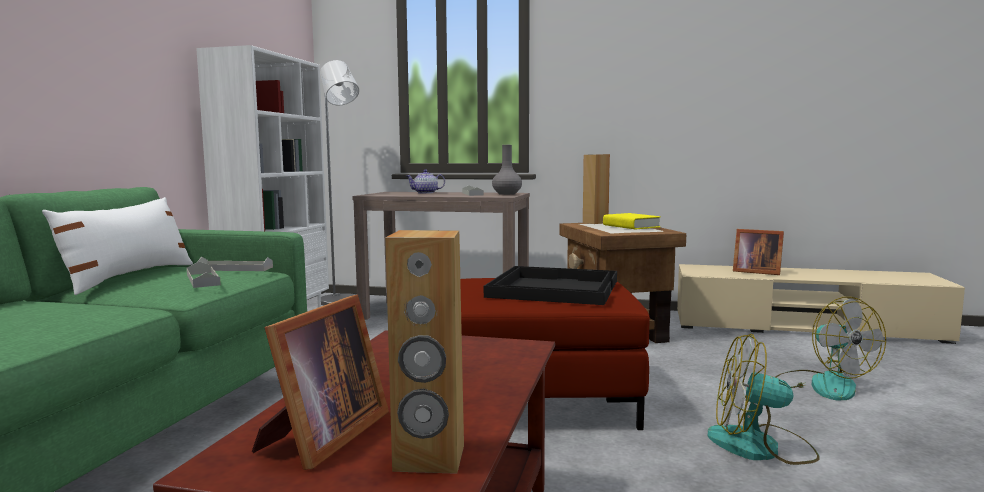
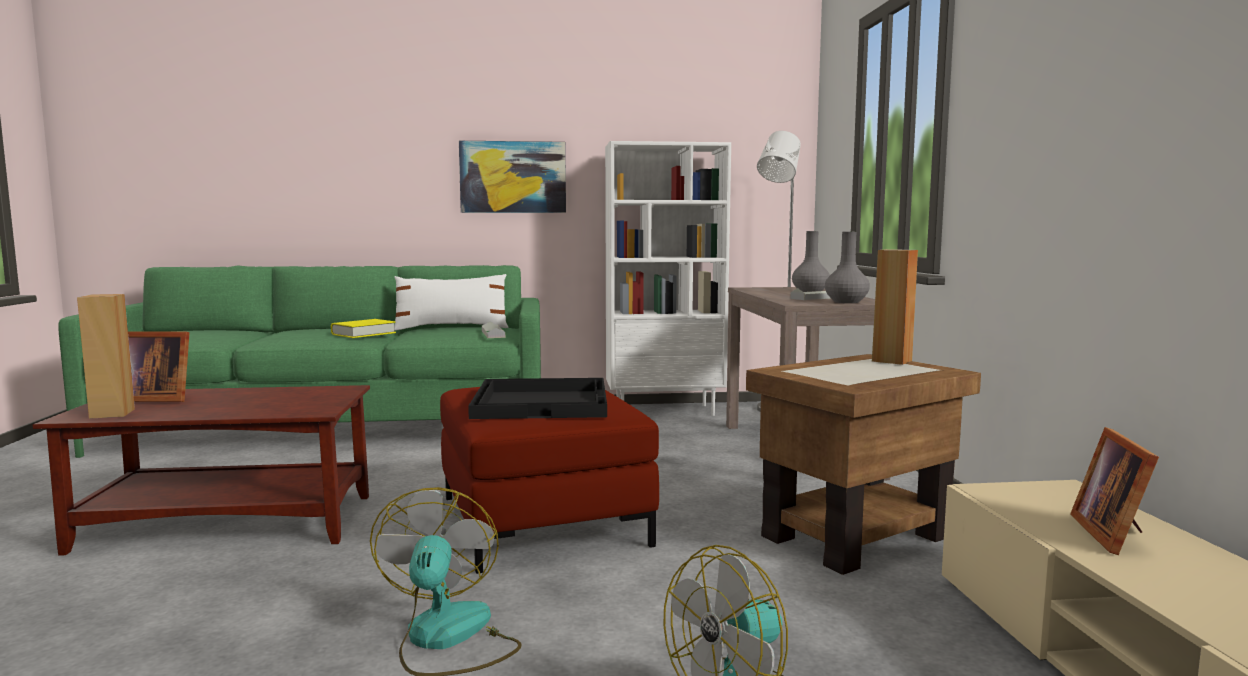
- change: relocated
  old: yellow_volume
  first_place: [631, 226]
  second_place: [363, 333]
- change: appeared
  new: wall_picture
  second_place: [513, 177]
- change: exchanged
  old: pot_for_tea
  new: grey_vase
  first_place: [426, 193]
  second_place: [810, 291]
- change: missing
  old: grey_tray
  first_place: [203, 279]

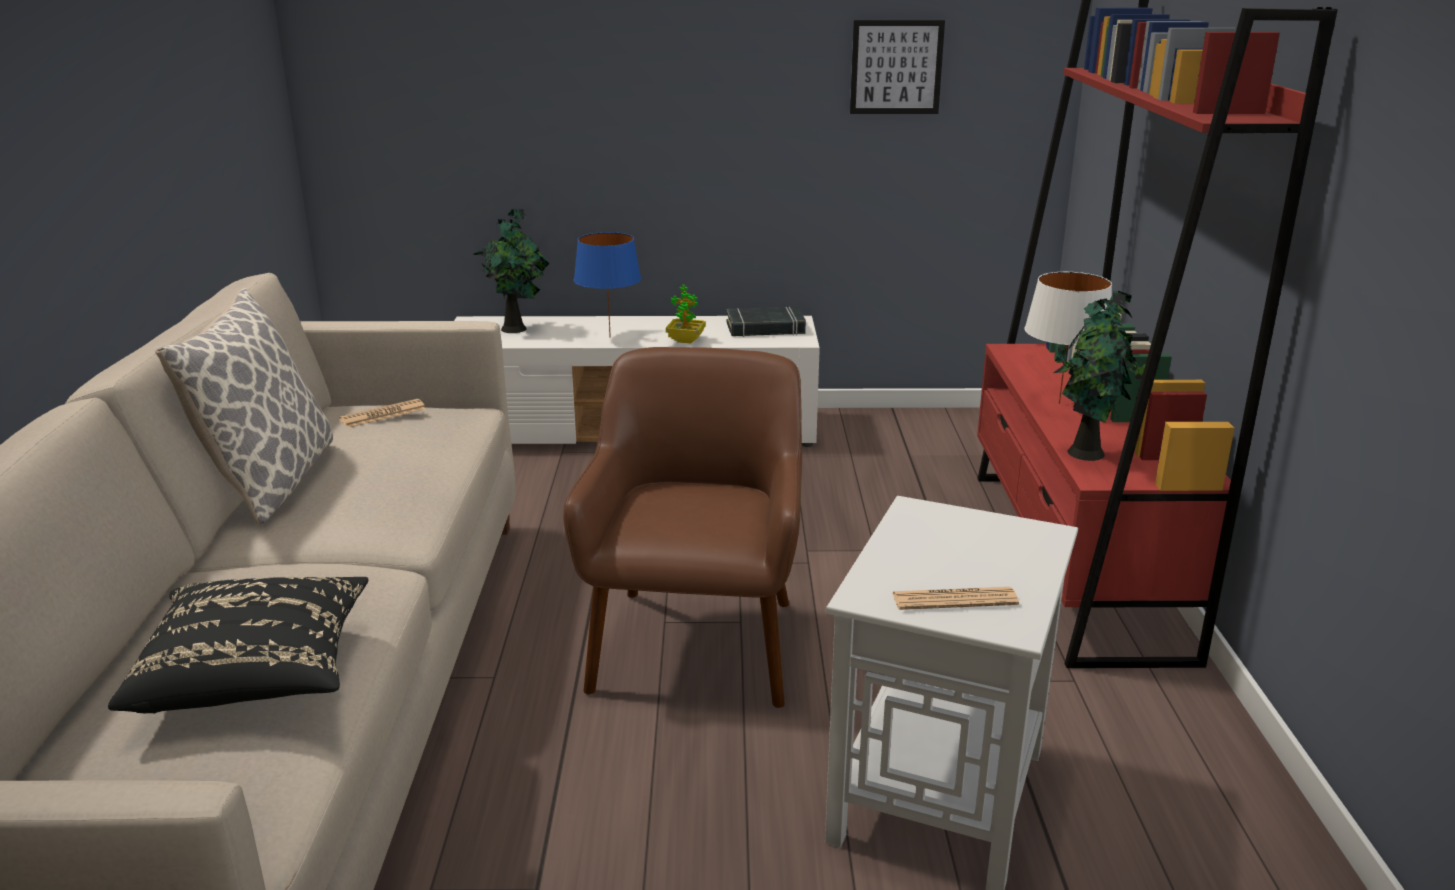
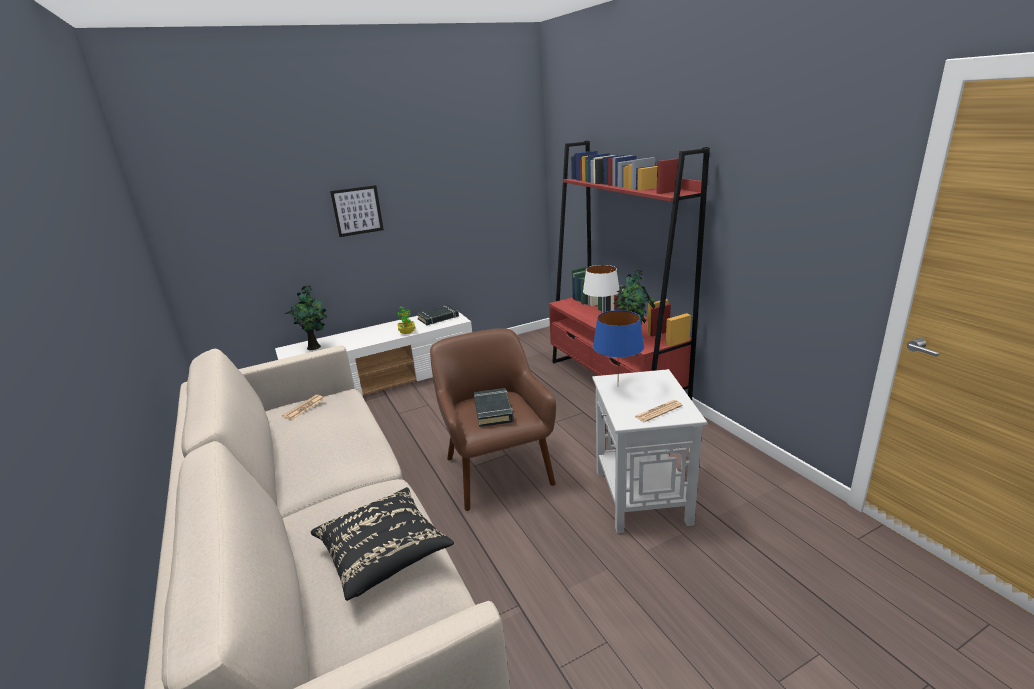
- change: relocated
  old: wall_picture
  first_place: [896, 67]
  second_place: [357, 211]
- change: appeared
  new: black-coloured_volume
  second_place: [493, 411]
- change: relocated
  old: blue_lamp_for_a_table
  first_place: [609, 337]
  second_place: [617, 386]
- change: missing
  old: pillow
  first_place: [270, 482]

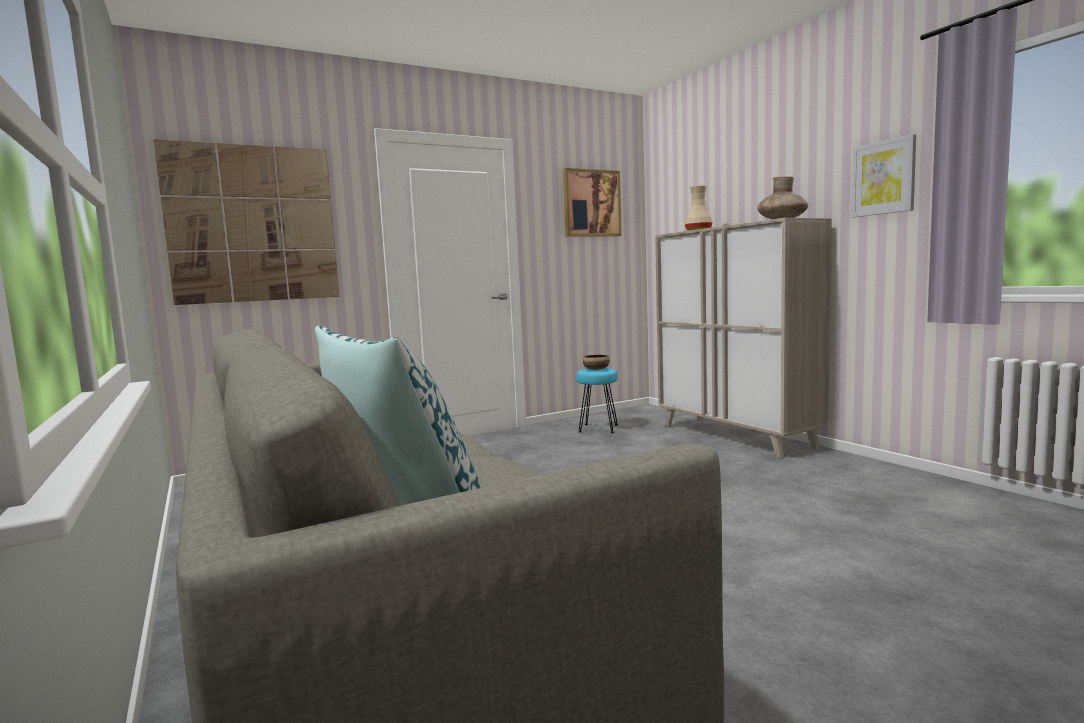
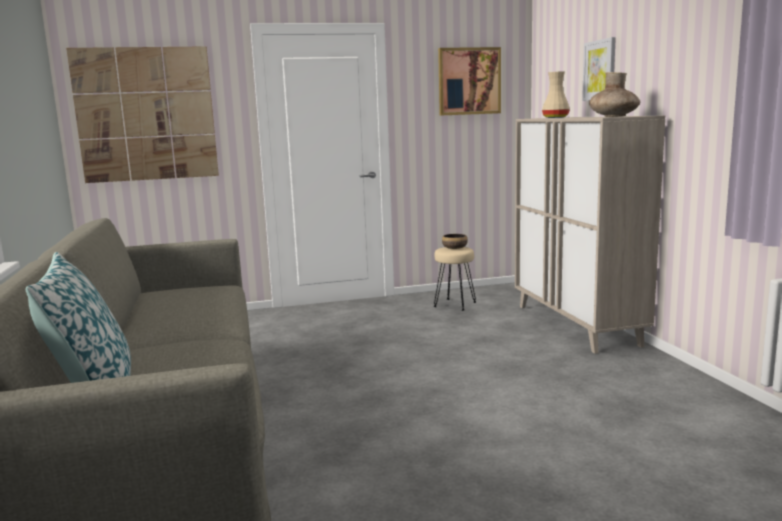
- change: colour
  old: turquoise-coloured_stool
  new: beige_stool
  first_place: [598, 429]
  second_place: [454, 305]
- change: relocated
  old: wall_picture
  first_place: [883, 178]
  second_place: [600, 70]

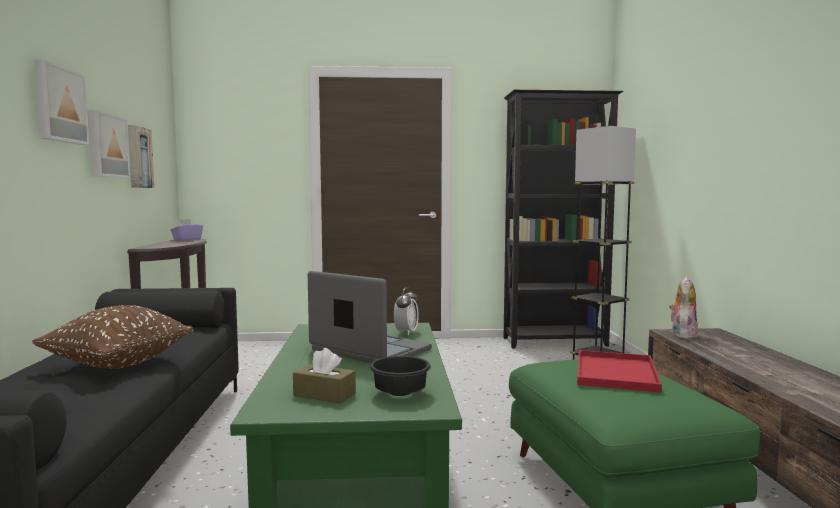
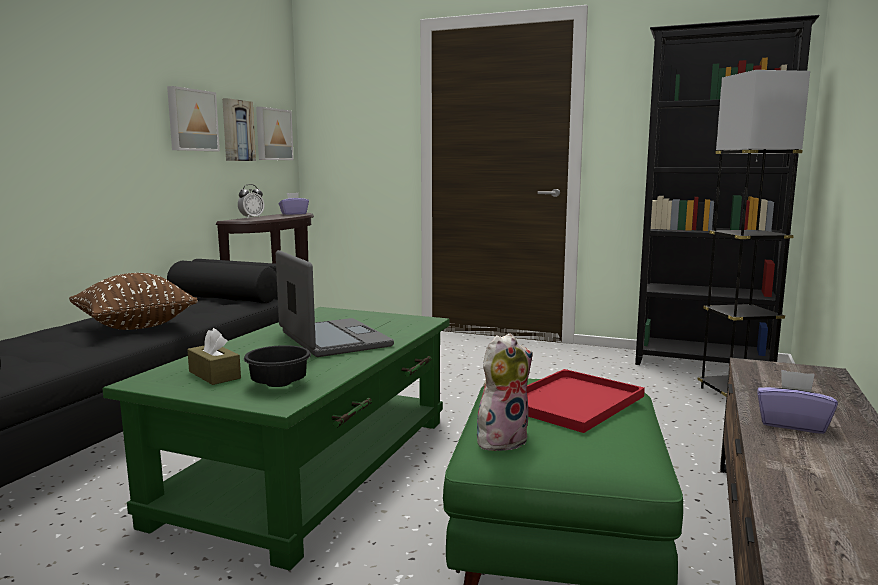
- change: relocated
  old: alarm_clock
  first_place: [406, 332]
  second_place: [251, 218]
- change: relocated
  old: wall_picture
  first_place: [58, 105]
  second_place: [272, 134]
- change: relocated
  old: cuddly_toy
  first_place: [682, 335]
  second_place: [501, 440]
- change: appeared
  new: purple-coloured_tissue_box
  second_place: [792, 424]

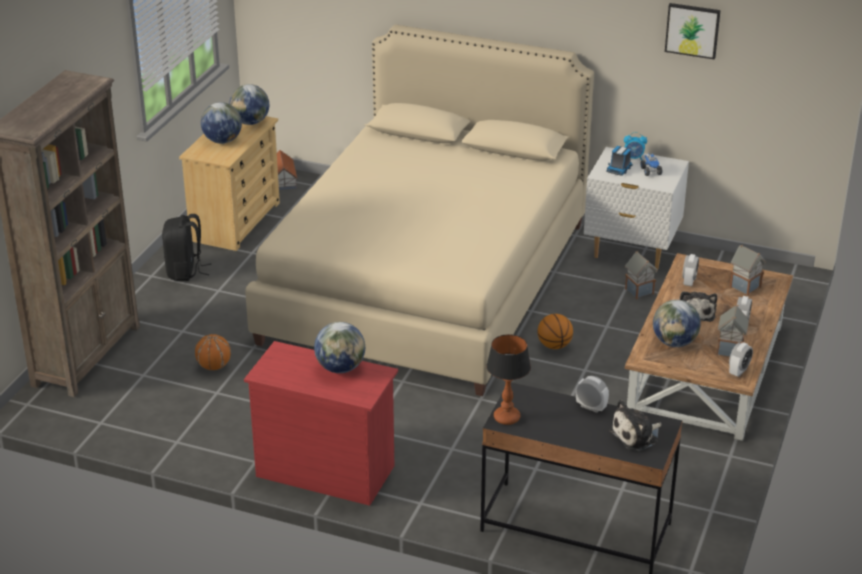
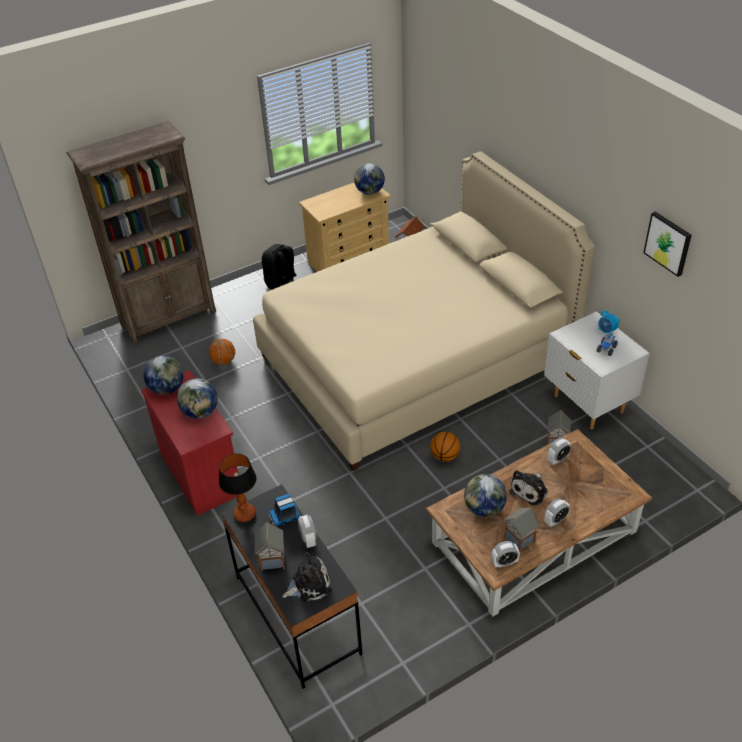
- change: relocated
  old: world_globe
  first_place: [222, 141]
  second_place: [167, 389]
- change: relocated
  old: toy_house
  first_place: [744, 286]
  second_place: [272, 559]
- change: relocated
  old: toy_truck
  first_place: [619, 169]
  second_place: [285, 516]
- change: spun
  old: cuddly_toy
  first_place: [636, 436]
  second_place: [309, 584]
  degrees: 150

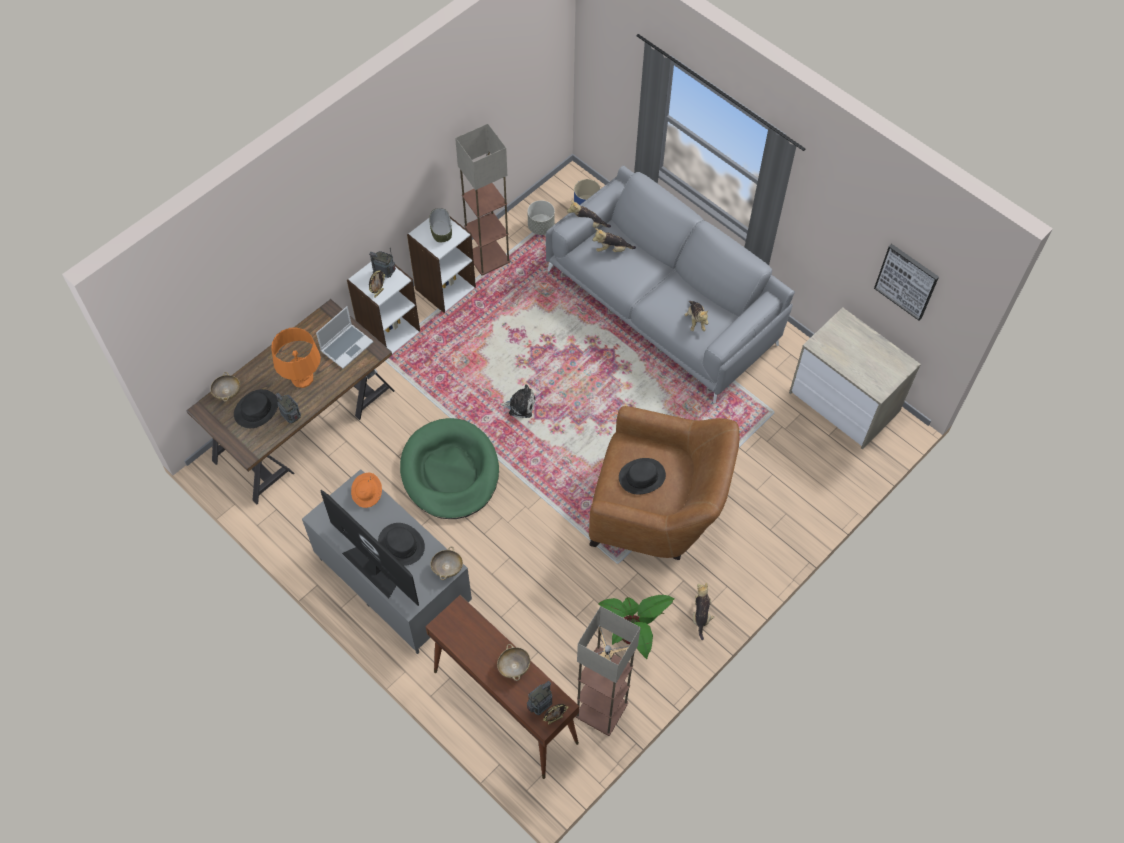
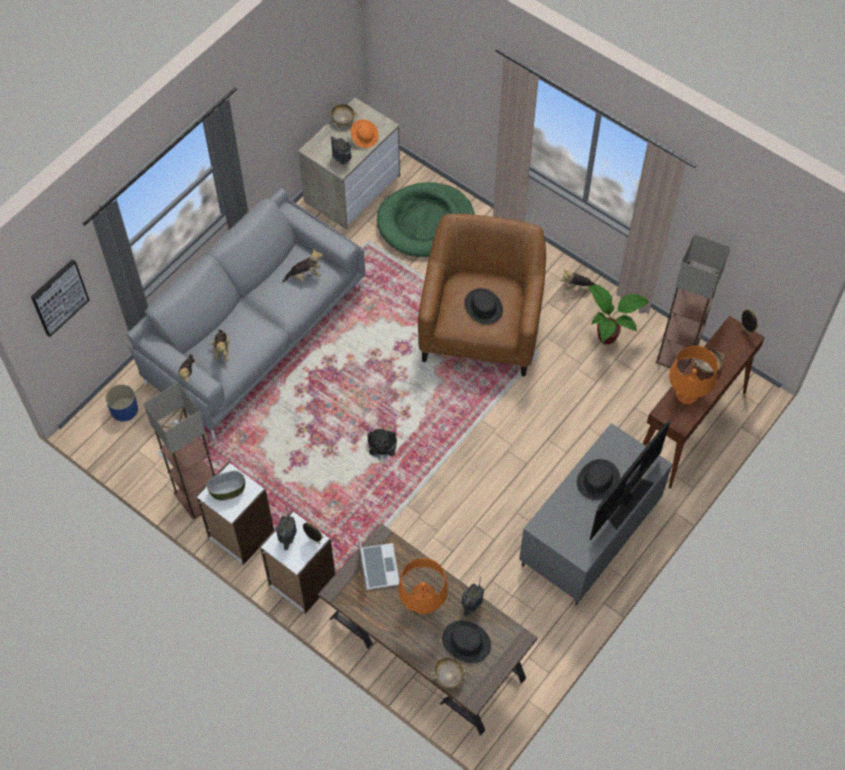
- change: relocated
  old: wall_picture
  first_place: [907, 281]
  second_place: [59, 297]
- change: relocated
  old: beige_bowl
  first_place: [447, 568]
  second_place: [343, 120]
- change: relocated
  old: radio_set
  first_place: [540, 706]
  second_place: [342, 160]
- change: relocated
  old: orange-coloured_wearable_hat
  first_place: [367, 494]
  second_place: [364, 138]
- change: spun
  old: laptop
  first_place: [347, 346]
  second_place: [378, 566]
  degrees: 45
- change: relocated
  old: green-coloured_dog_bed
  first_place: [450, 471]
  second_place: [425, 222]
- change: appeared
  new: orange-coloured_lamp_for_a_table
  second_place: [687, 394]
- change: missing
  old: grey_planter
  first_place: [541, 226]

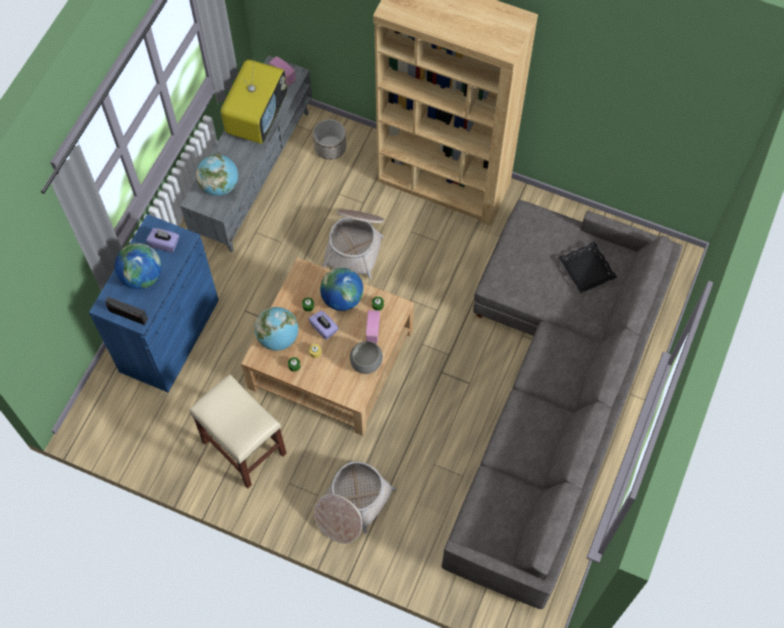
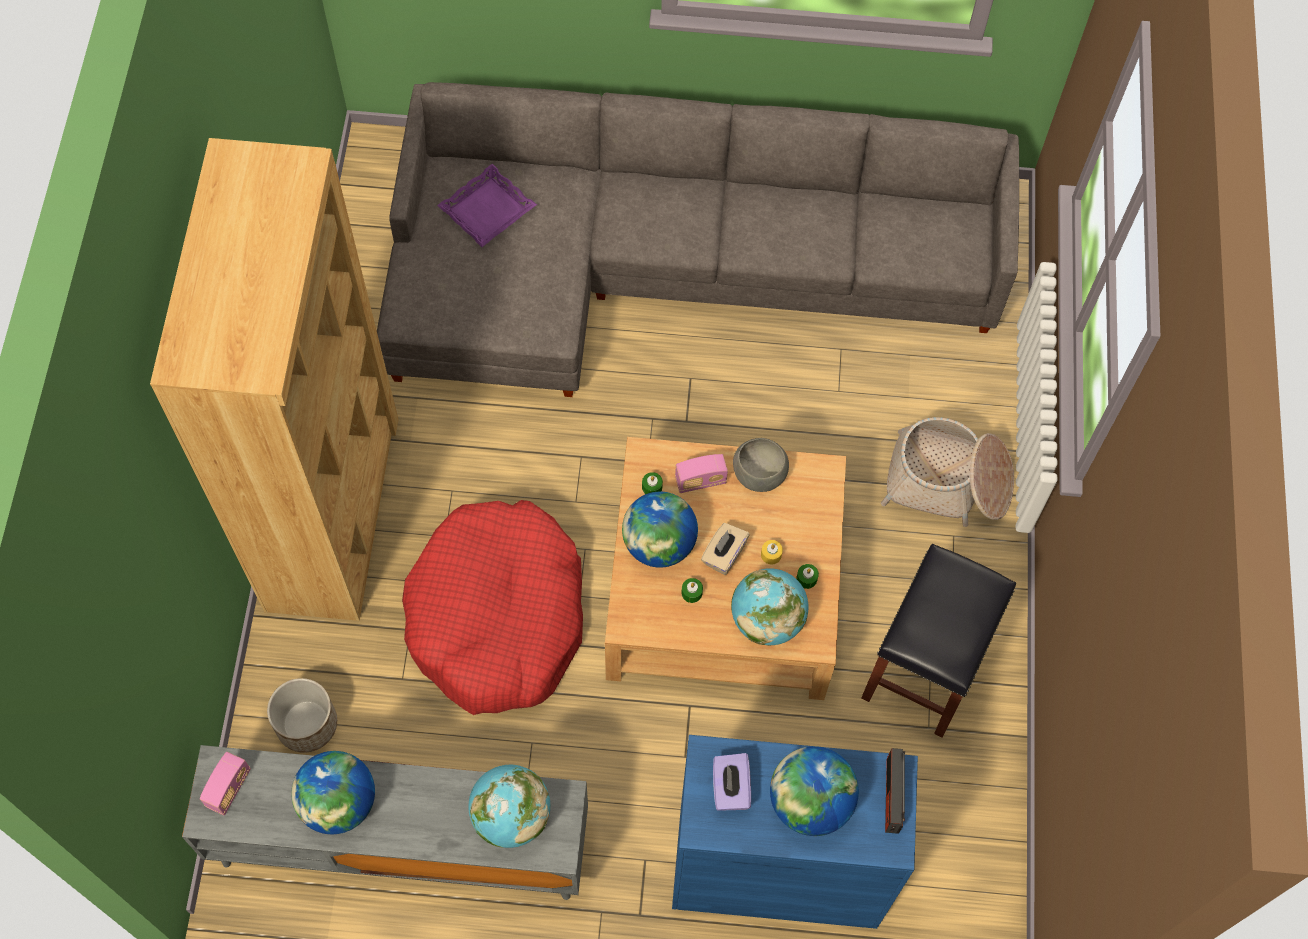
- change: exchanged
  old: TV
  new: world_globe
  first_place: [257, 117]
  second_place: [339, 803]
- change: exchanged
  old: basket
  new: red_dog_bed
  first_place: [355, 244]
  second_place: [498, 617]
- change: colour
  old: black-coloured_tray
  new: purple-coloured_tray
  first_place: [587, 270]
  second_place: [487, 209]
- change: colour
  old: purple-coloured_tissue_box
  new: beige_tissue_box
  first_place: [324, 328]
  second_place: [723, 555]
- change: colour
  old: beige_stool
  new: black-coloured_stool
  first_place: [243, 447]
  second_place: [924, 671]

